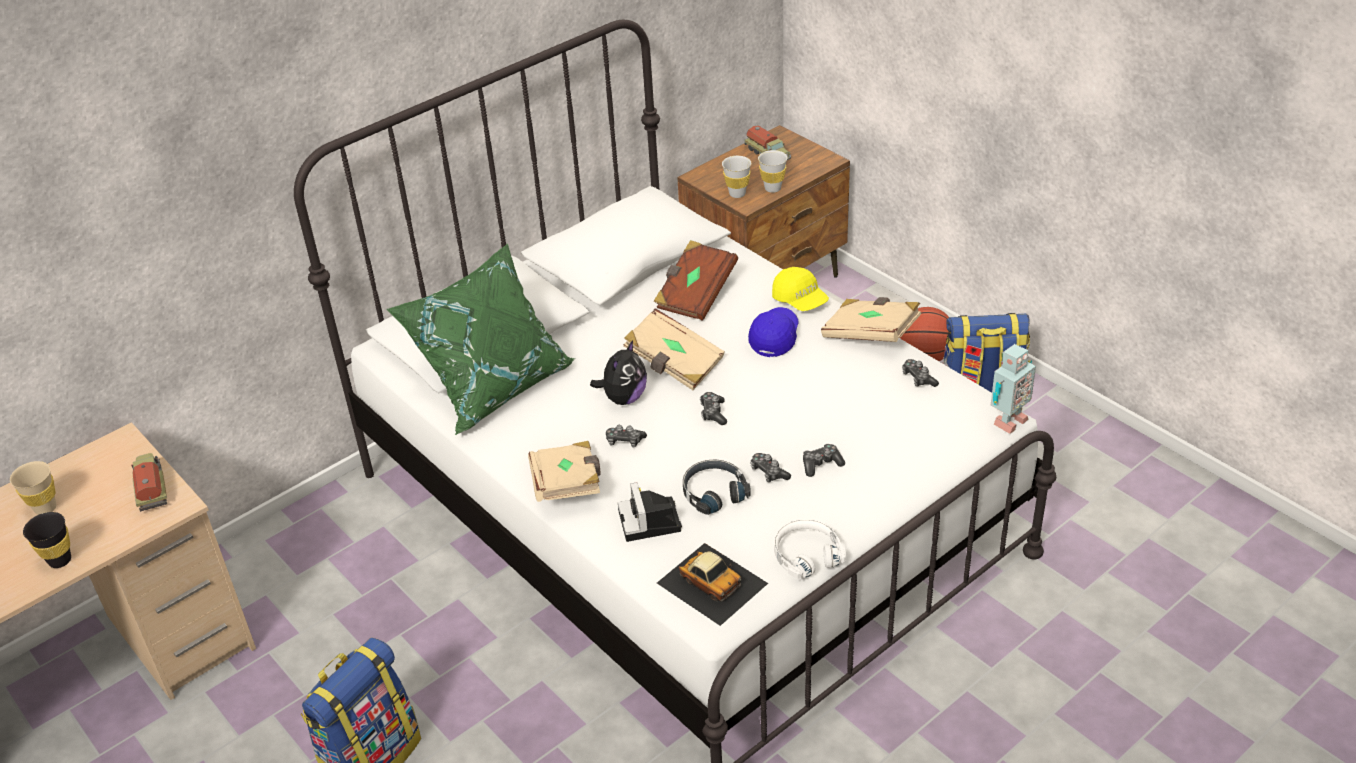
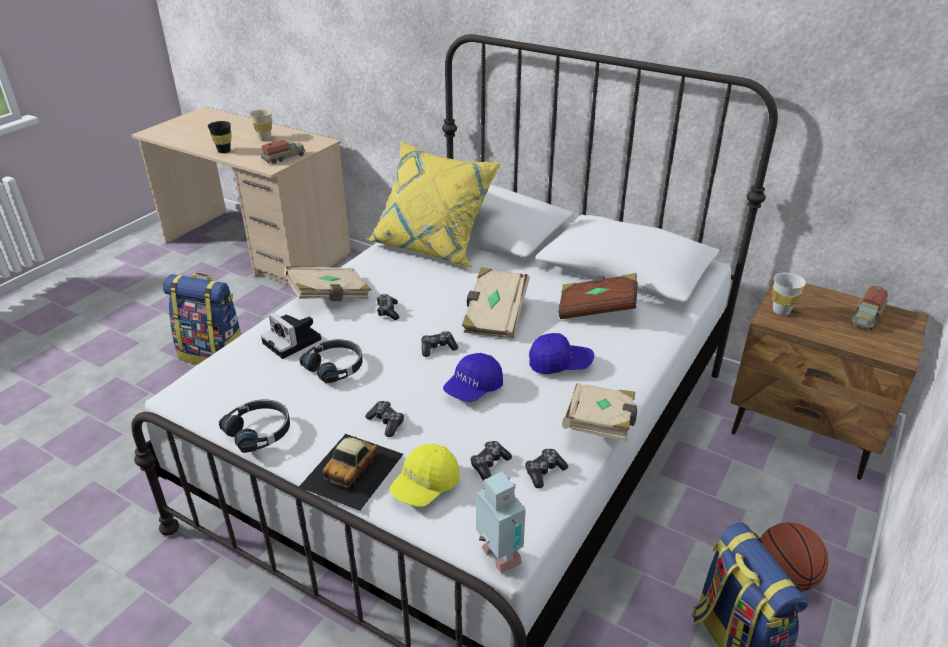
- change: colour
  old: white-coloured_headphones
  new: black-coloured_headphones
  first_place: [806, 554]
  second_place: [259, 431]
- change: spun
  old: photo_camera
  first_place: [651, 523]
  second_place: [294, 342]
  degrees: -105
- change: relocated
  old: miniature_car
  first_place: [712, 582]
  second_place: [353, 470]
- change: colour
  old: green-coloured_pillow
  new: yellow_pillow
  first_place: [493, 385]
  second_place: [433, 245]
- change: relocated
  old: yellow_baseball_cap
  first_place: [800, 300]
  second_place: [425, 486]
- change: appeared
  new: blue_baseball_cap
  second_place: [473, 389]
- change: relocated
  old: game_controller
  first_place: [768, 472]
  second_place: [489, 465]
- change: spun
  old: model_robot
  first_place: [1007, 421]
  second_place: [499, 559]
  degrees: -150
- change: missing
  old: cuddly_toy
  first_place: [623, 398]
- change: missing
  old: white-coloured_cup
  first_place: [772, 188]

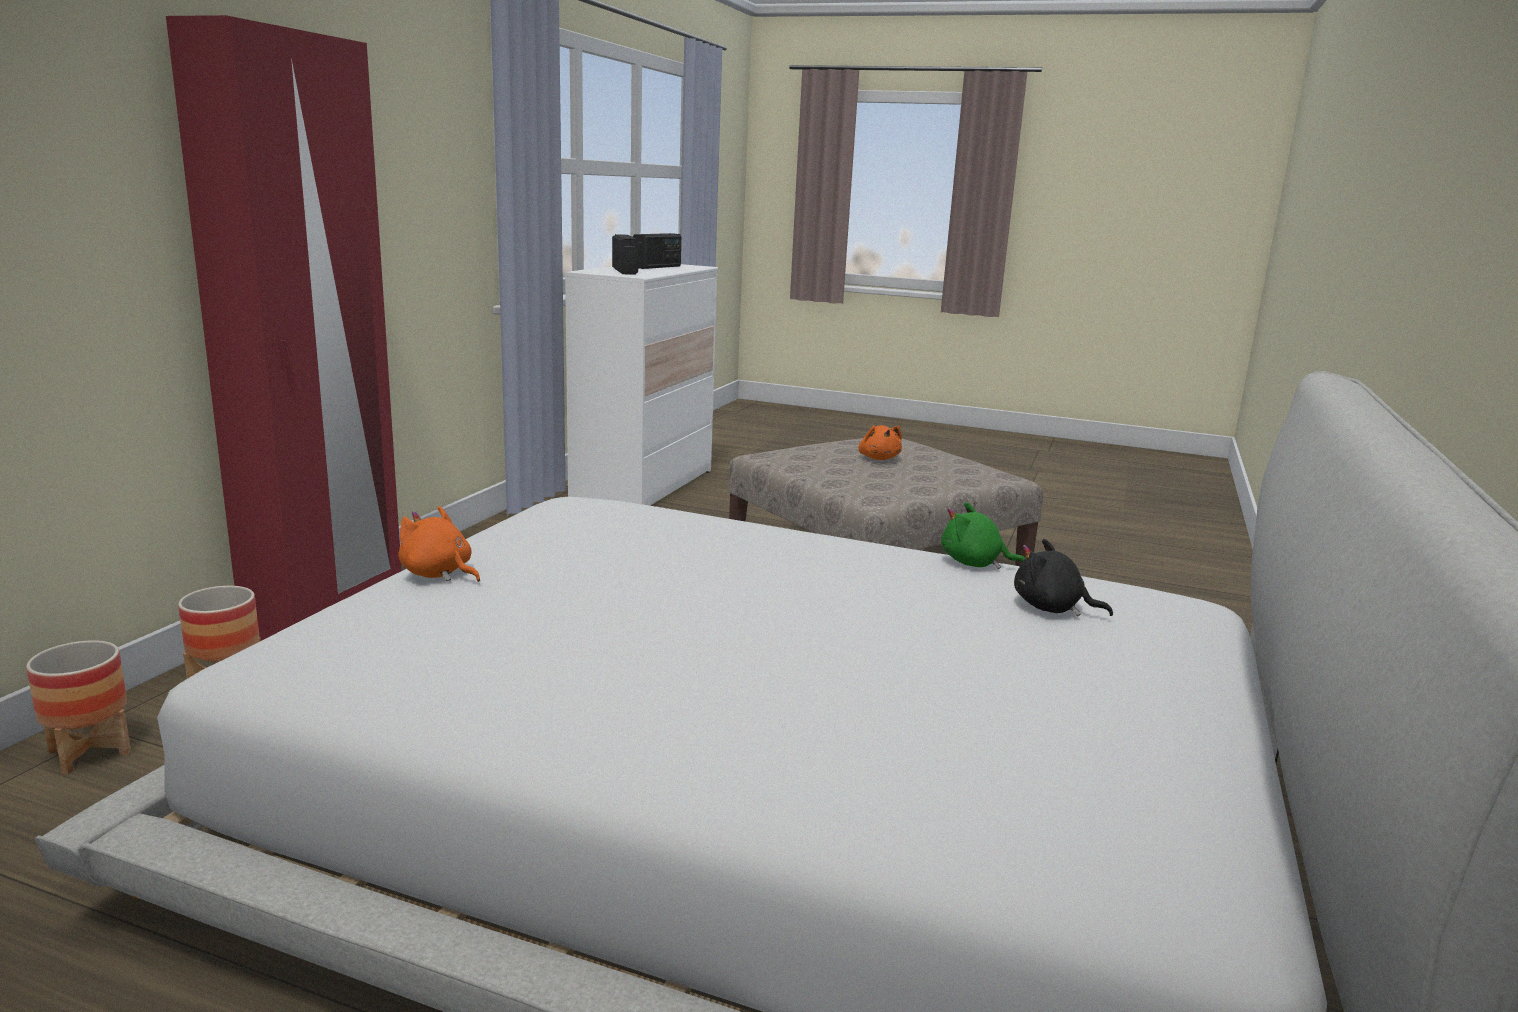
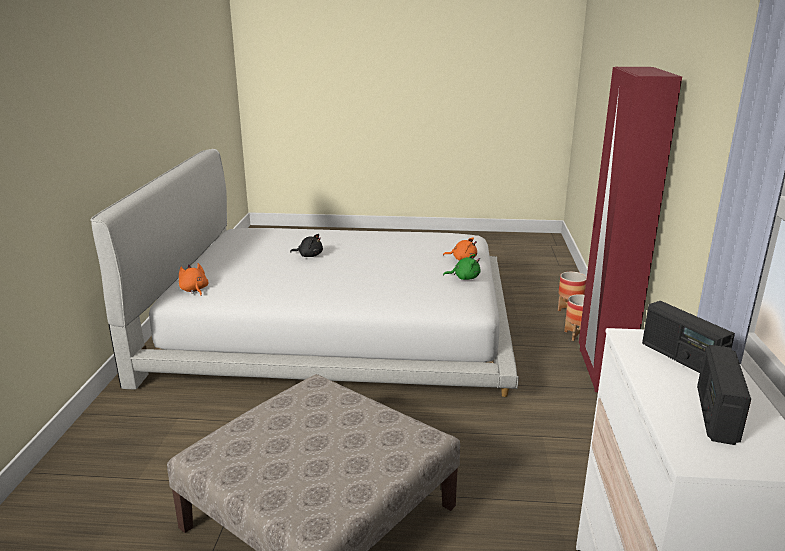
- change: relocated
  old: orange-coloured_cuddly_toy
  first_place: [878, 458]
  second_place: [194, 290]
- change: relocated
  old: black-coloured_cuddly_toy
  first_place: [1052, 608]
  second_place: [309, 255]
- change: relocated
  old: green-coloured_cuddly_toy
  first_place: [975, 564]
  second_place: [464, 278]

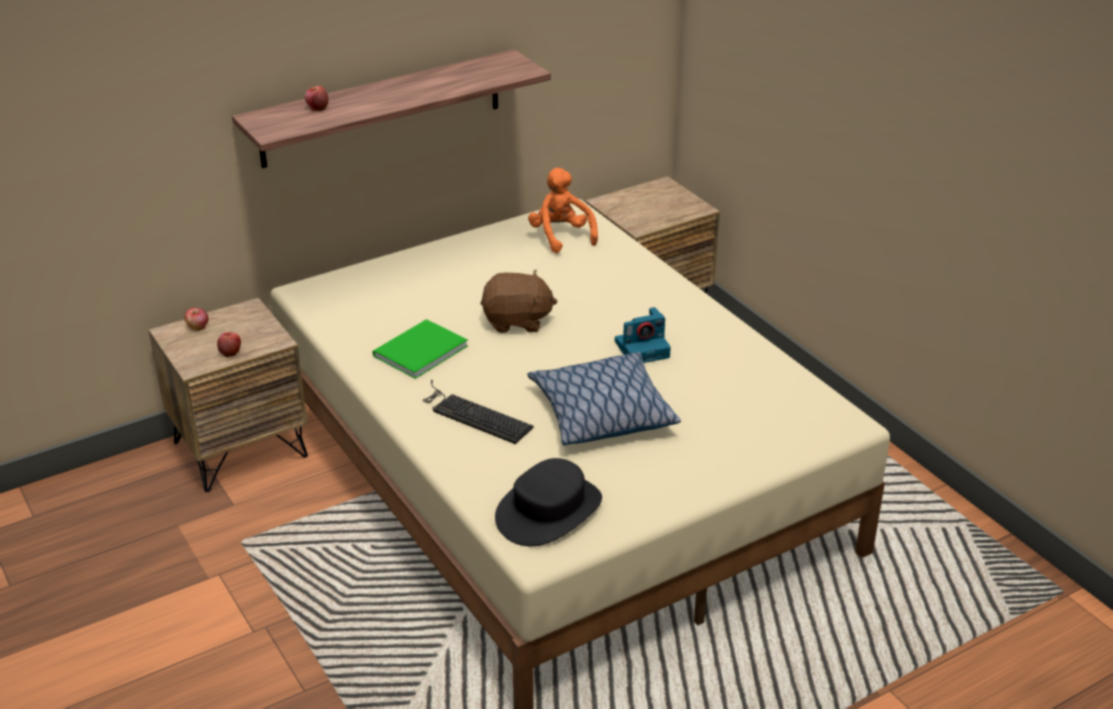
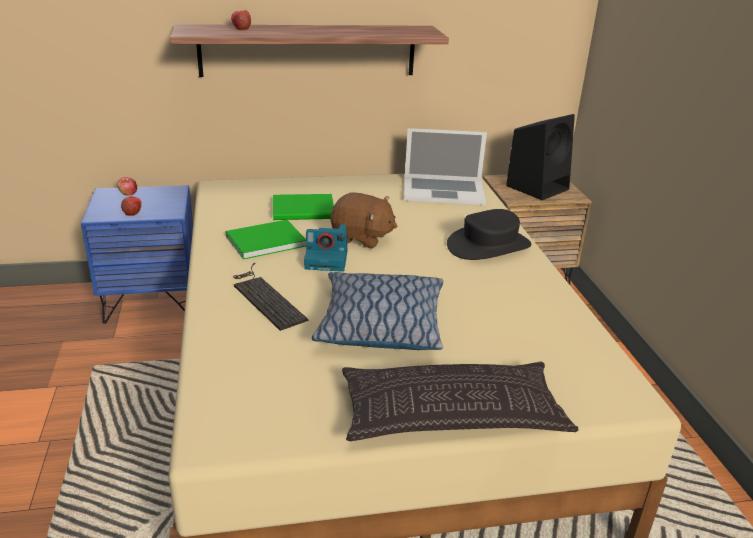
- change: colour
  old: brownish_nightstand
  new: blue_nightstand
  first_place: [240, 449]
  second_place: [152, 300]
- change: appeared
  new: green-coloured_volume
  second_place: [305, 210]
- change: relocated
  old: photo_camera
  first_place: [643, 348]
  second_place: [327, 260]
- change: appeared
  new: pillow
  second_place: [452, 413]
- change: exchanged
  old: orange-coloured_cuddly_toy
  new: laptop
  first_place: [561, 236]
  second_place: [443, 191]
- change: relocated
  old: black-coloured_wearable_hat
  first_place: [549, 511]
  second_place: [489, 245]
- change: appeared
  new: black-coloured_loudspeaker
  second_place: [538, 187]

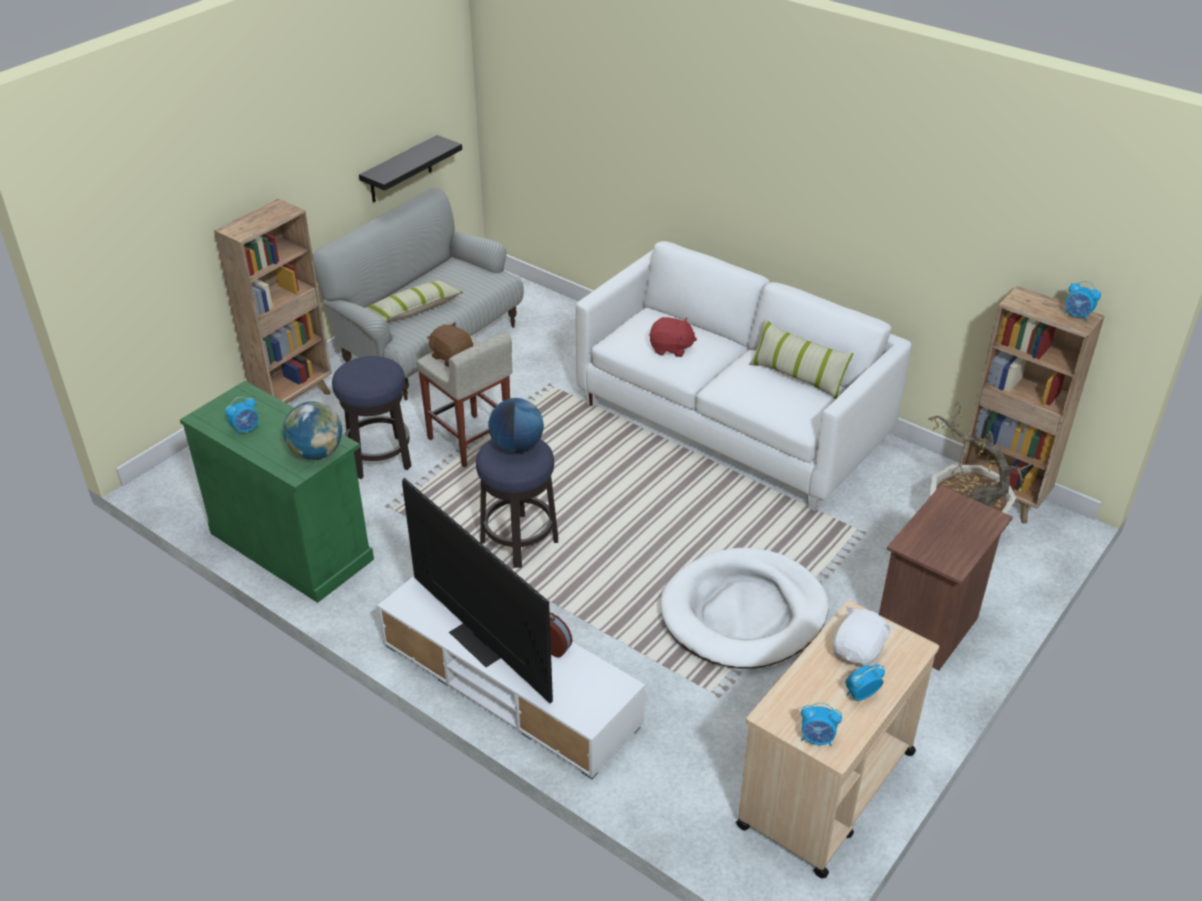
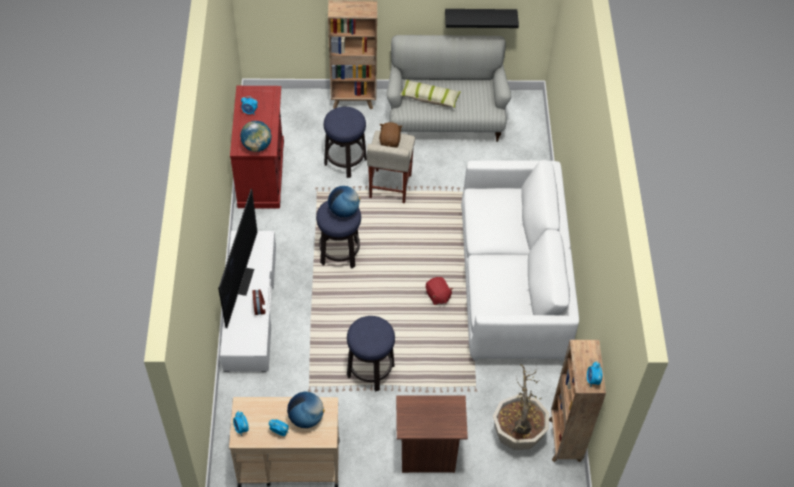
- change: colour
  old: green-coloured_storage_cabinet
  new: red_storage_cabinet
  first_place: [292, 546]
  second_place: [261, 173]
- change: exchanged
  old: white-coloured_cuddly_toy
  new: world_globe
  first_place: [858, 652]
  second_place: [306, 418]
- change: exchanged
  old: white-coloured_dog_bed
  new: stool
  first_place: [743, 613]
  second_place: [370, 370]
- change: relocated
  old: red_cuddly_toy
  first_place: [671, 348]
  second_place: [437, 296]
- change: missing
  old: pillow
  first_place: [797, 376]

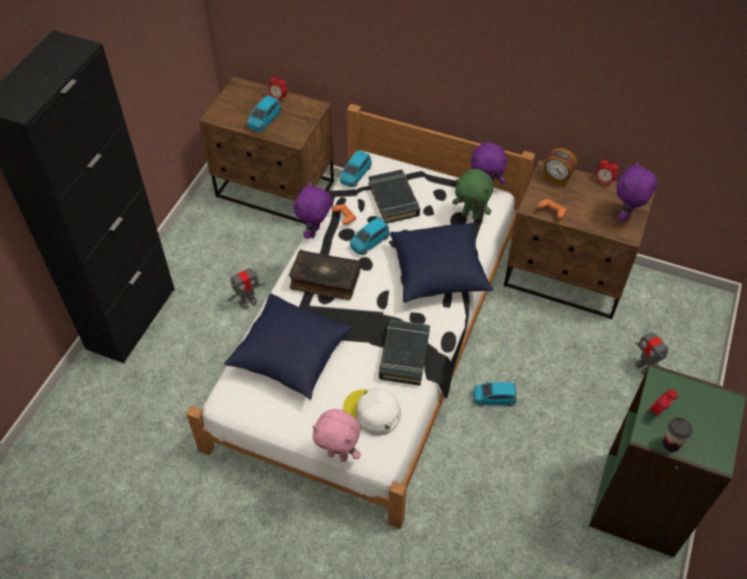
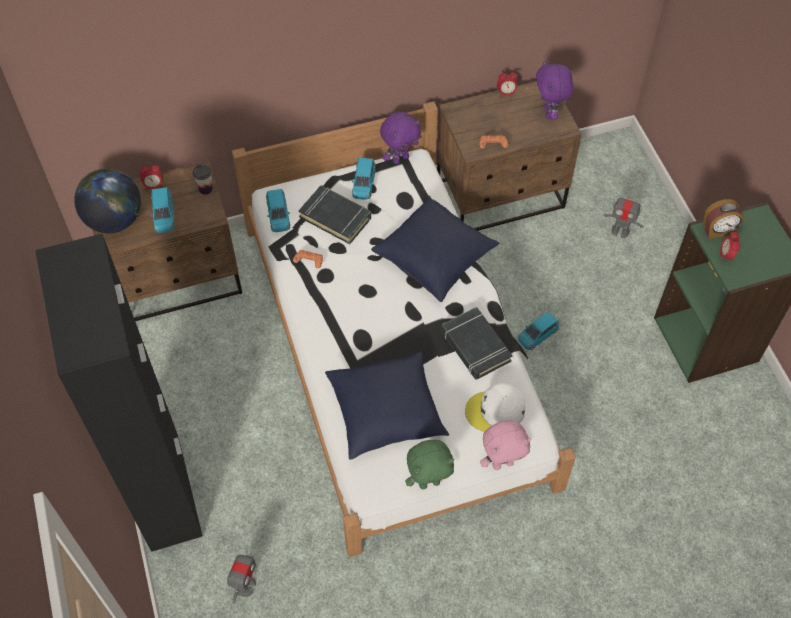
- change: appeared
  new: world_globe
  second_place: [115, 220]
- change: relocated
  old: cup
  first_place: [671, 444]
  second_place: [205, 189]
- change: relocated
  old: model_robot
  first_place: [248, 302]
  second_place: [246, 586]
- change: relocated
  old: blue_miniature_car
  first_place: [369, 242]
  second_place: [364, 184]
- change: relocated
  old: green-coloured_cuddly_toy
  first_place: [471, 215]
  second_place: [429, 482]
- change: relocated
  old: alarm_clock
  first_place: [556, 178]
  second_place: [718, 230]
- change: missing
  old: volume
  first_place: [325, 280]
- change: missing
  old: purple-coloured_cuddly_toy
  first_place: [315, 232]

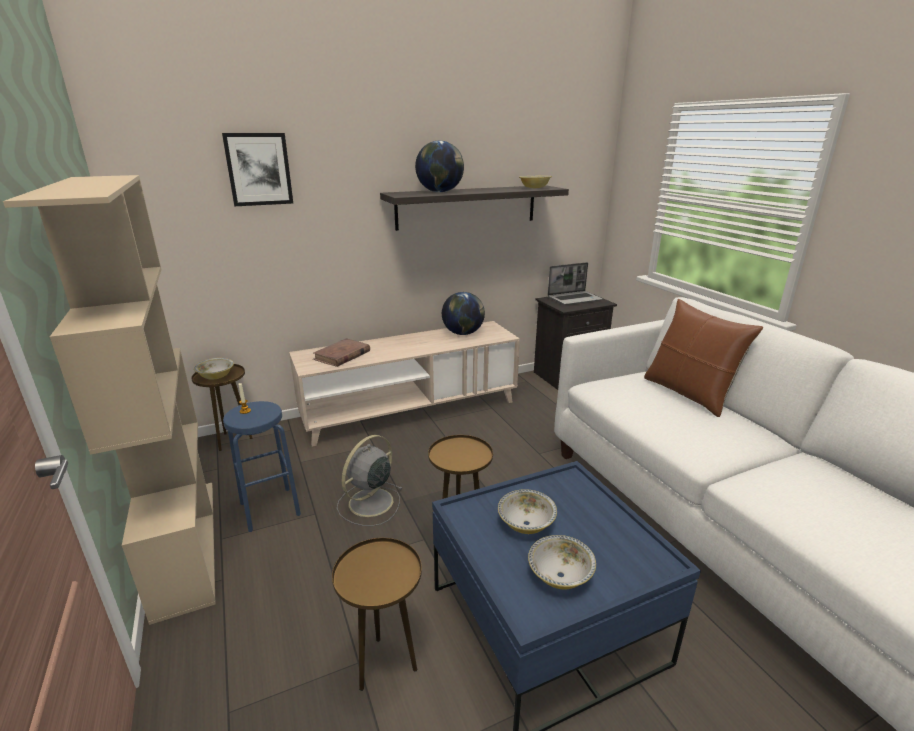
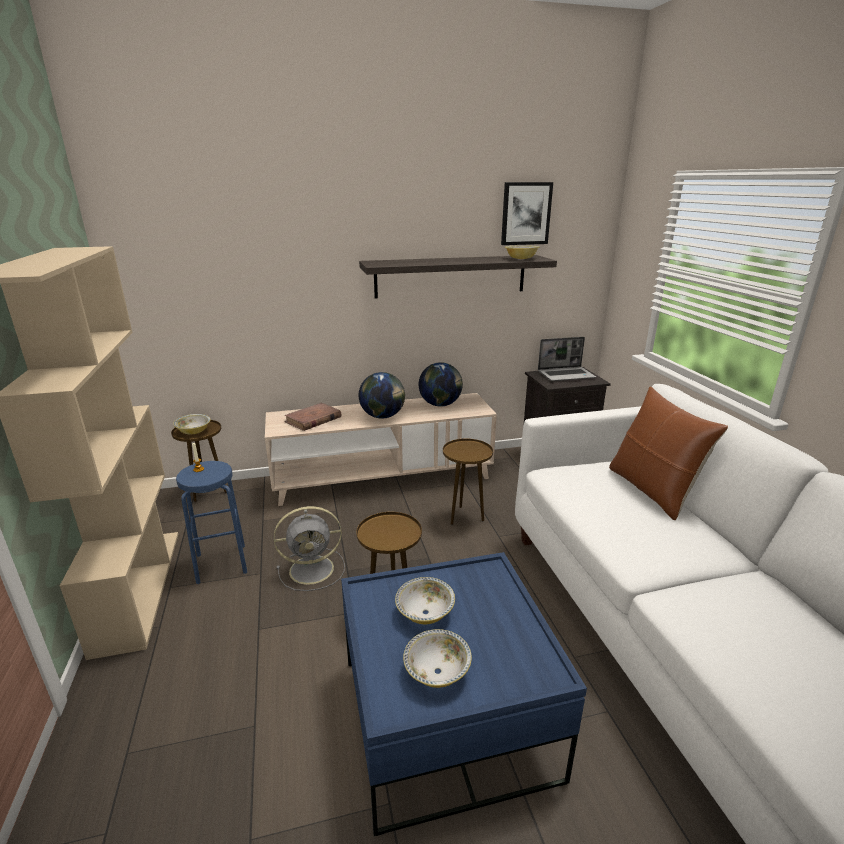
- change: spun
  old: grey_fan
  first_place: [369, 503]
  second_place: [314, 569]
  degrees: -150
- change: relocated
  old: world_globe
  first_place: [440, 192]
  second_place: [383, 416]
- change: relocated
  old: brownish_end_table
  first_place: [385, 665]
  second_place: [465, 517]
- change: relocated
  old: wall_picture
  first_place: [259, 169]
  second_place: [525, 213]

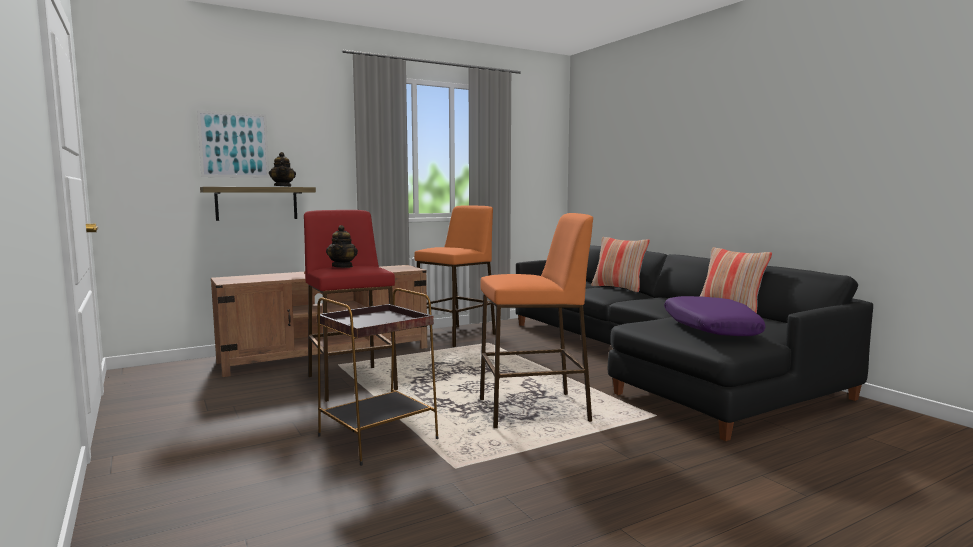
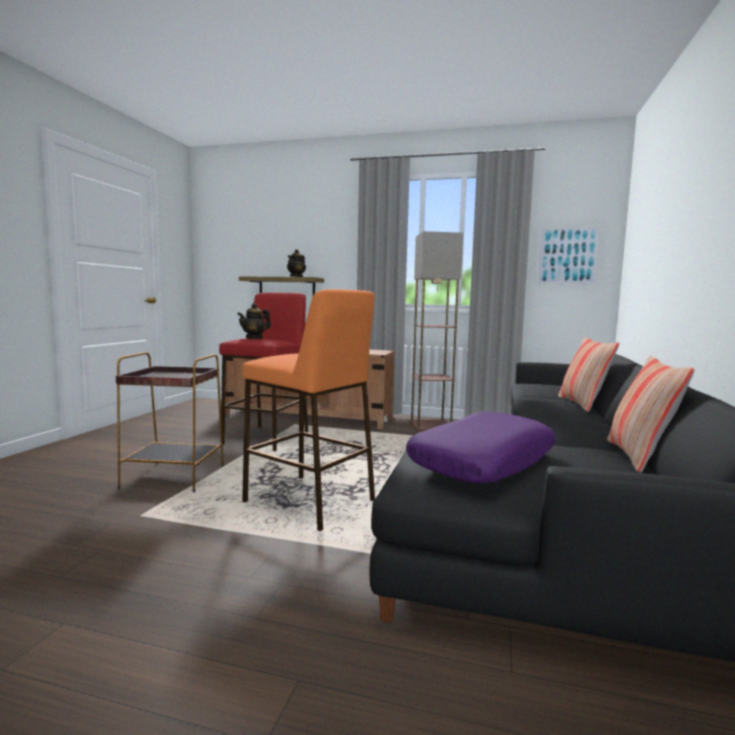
- change: exchanged
  old: orange-coloured_stool
  new: standing_lamp
  first_place: [456, 336]
  second_place: [431, 426]
- change: relocated
  old: wall_picture
  first_place: [234, 145]
  second_place: [567, 255]

